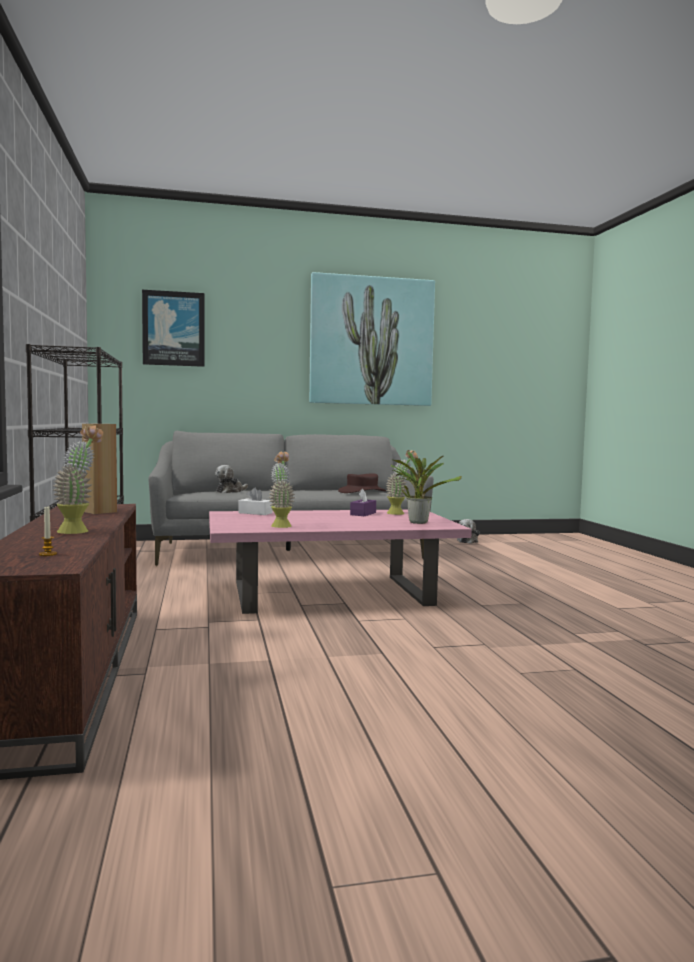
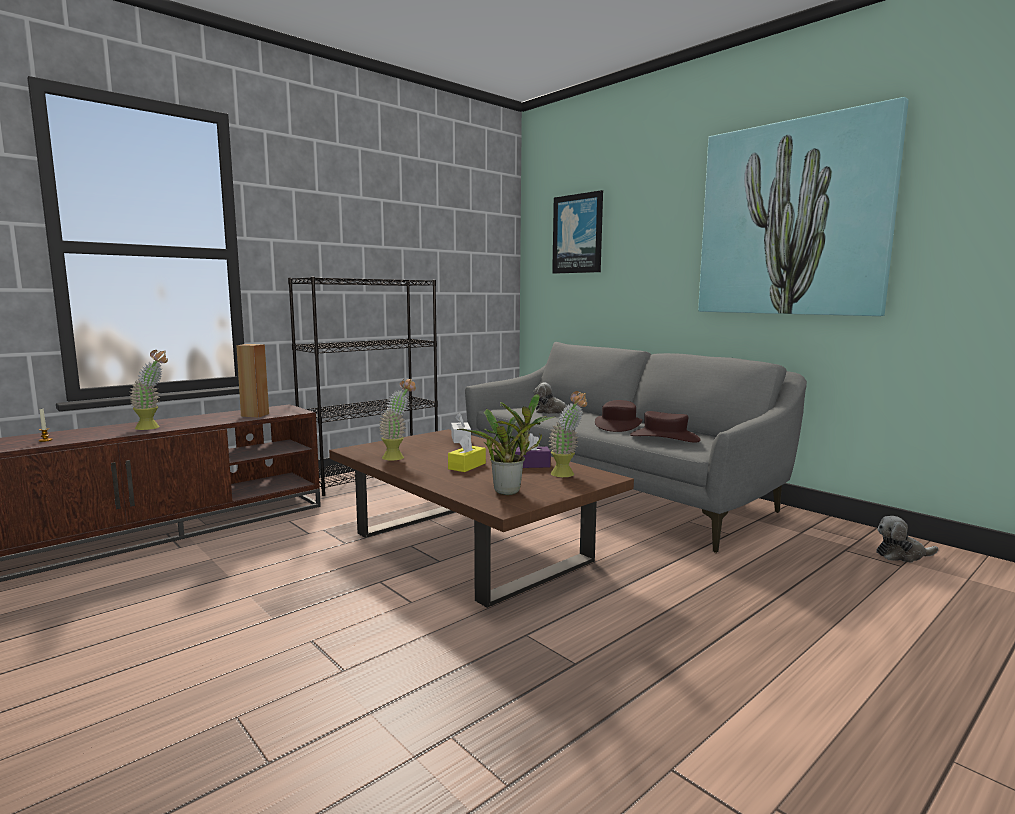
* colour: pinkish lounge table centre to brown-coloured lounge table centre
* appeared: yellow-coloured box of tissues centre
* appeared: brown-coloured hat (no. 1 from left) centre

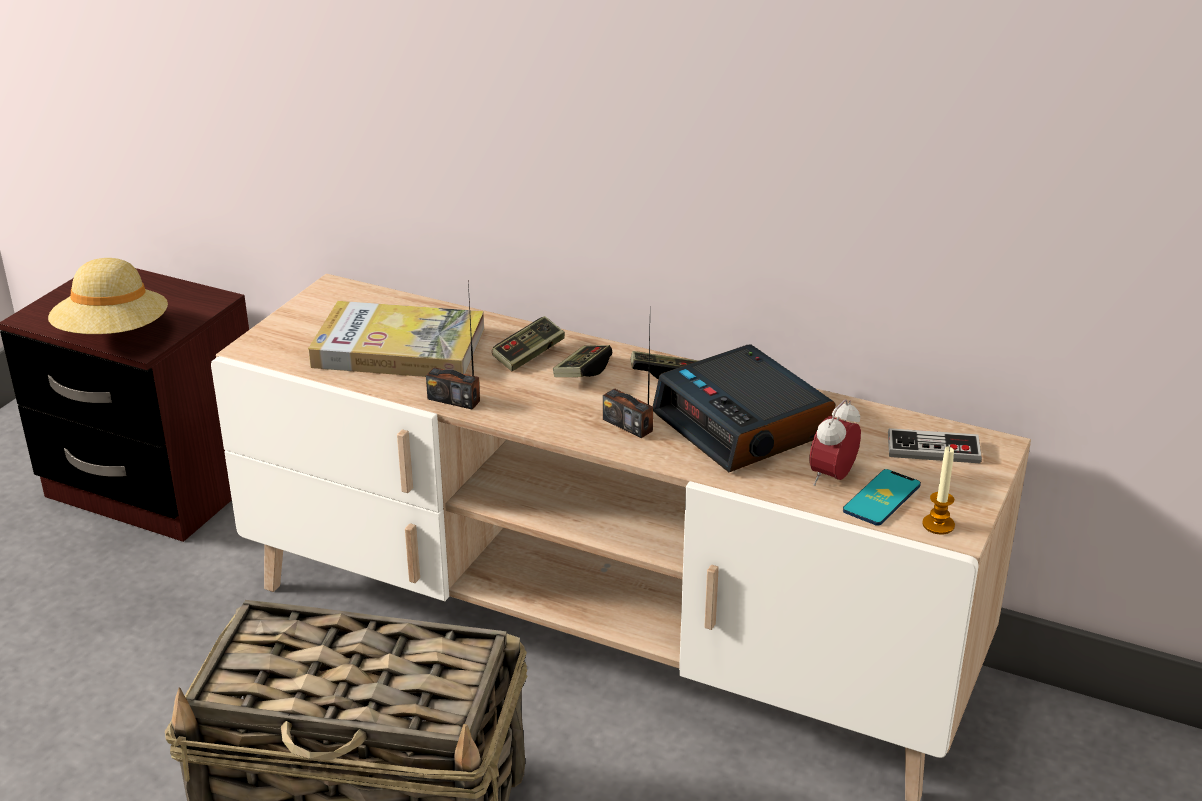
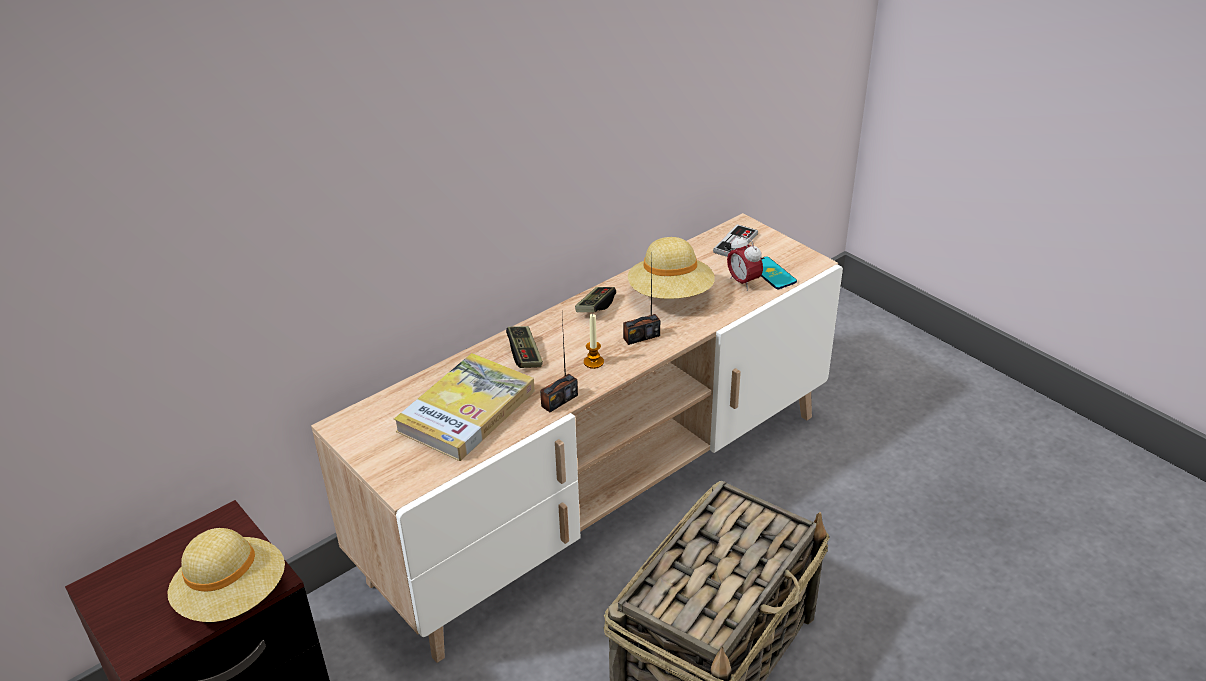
* relocated: candle middle right to centre
* exchanged: alarm clock (no. 1 from left) centre to beige-coloured hat (no. 2 from left) centre
* missing: game controller (no. 2 from left) centre

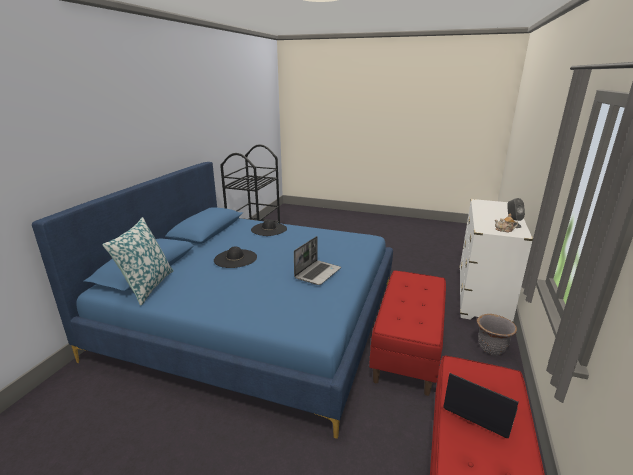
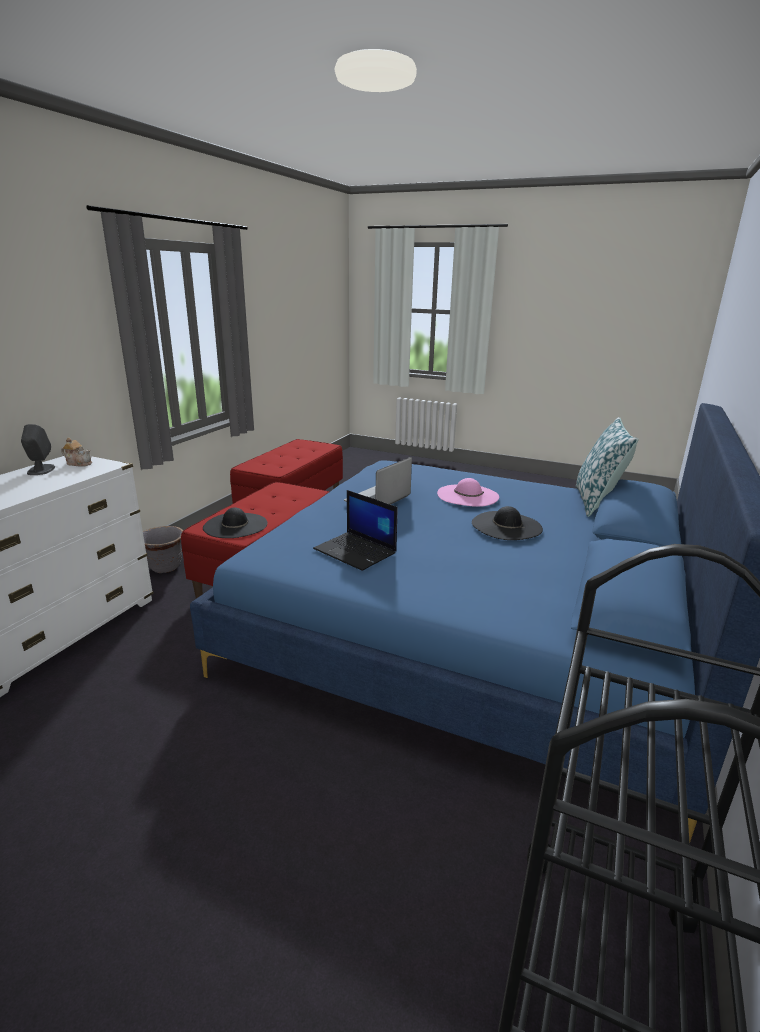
* relocated: black-coloured hat (no. 2 from left in the first image) centre to black-coloured hat (no. 1 from left) middle left
* relocated: notebook computer (no. 2 from left in the first image) bottom right to notebook computer (no. 1 from left) centre
* appeared: pinkish hat centre

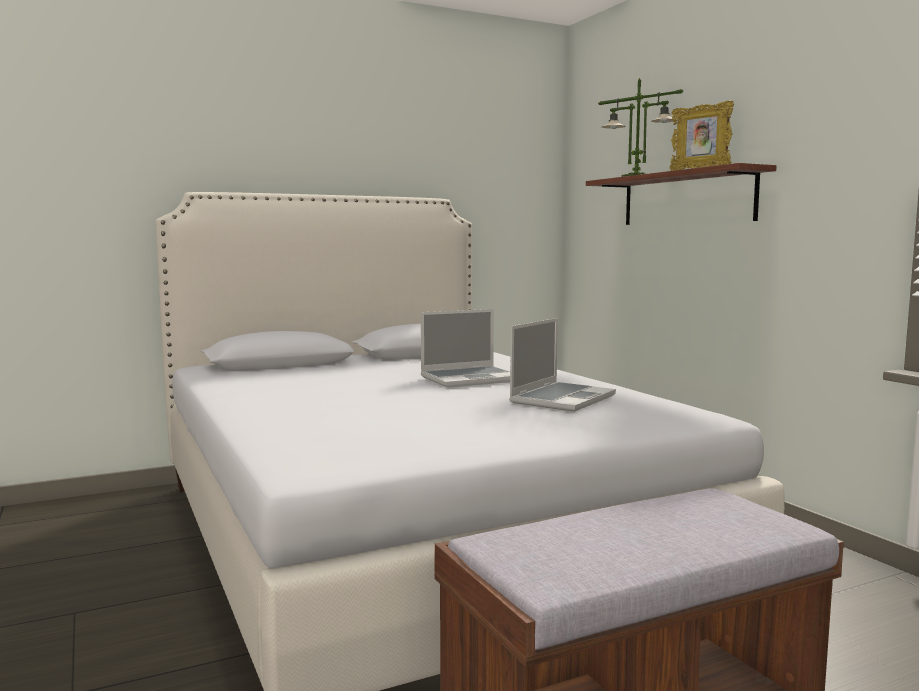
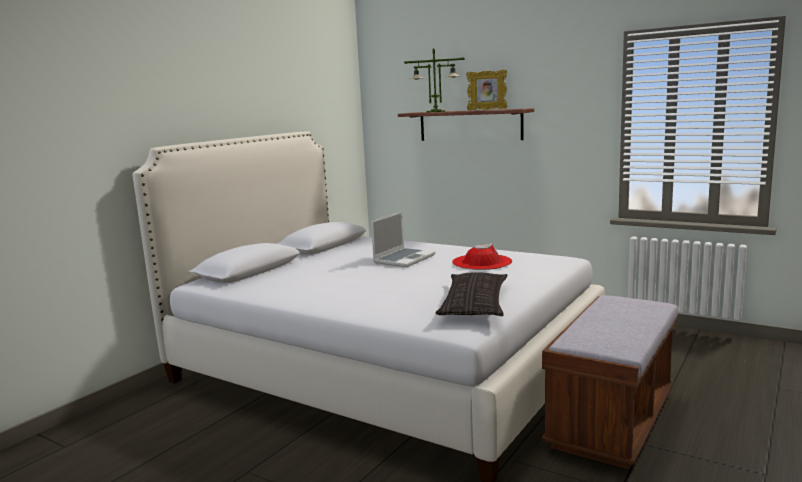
* appeared: cushion centre
* exchanged: notebook computer (no. 2 from left) centre to red-coloured hat centre

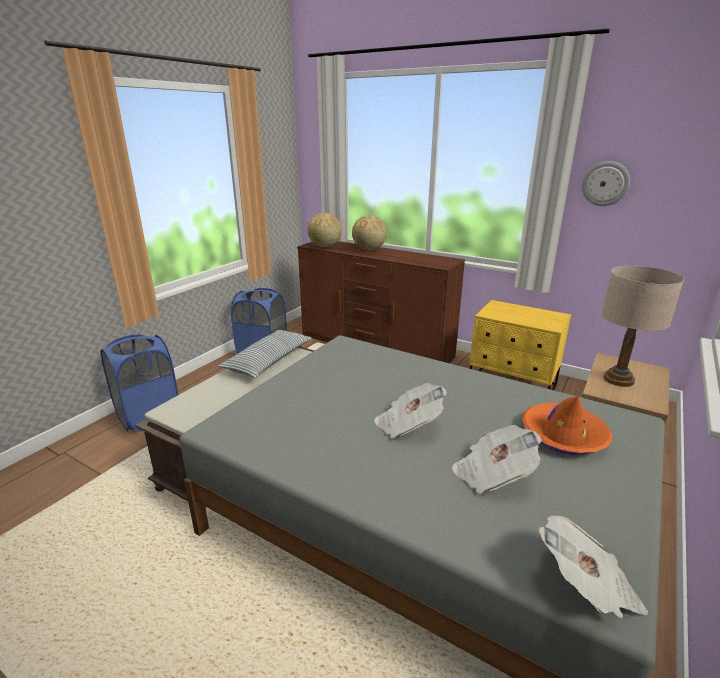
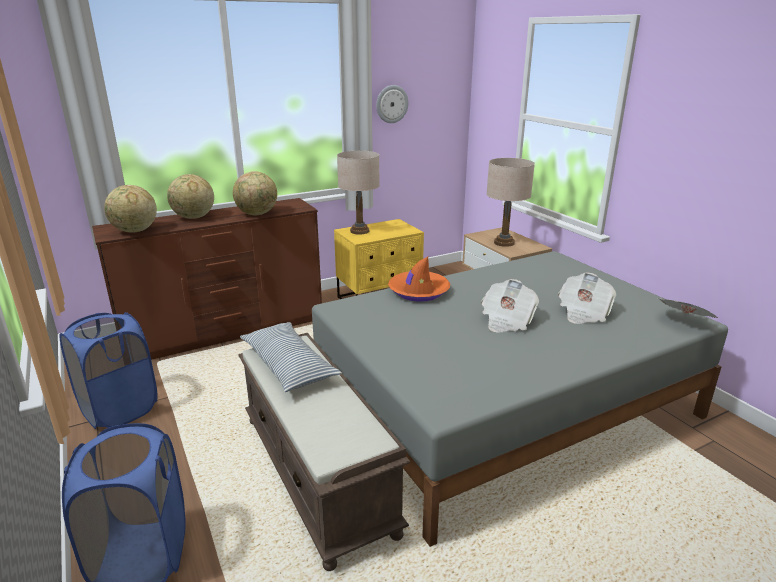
* appeared: world globe (no. 3 from left) top left
* appeared: beige-coloured tabletop lamp (no. 1 from left) top centre
* relocated: orange hat middle right to centre

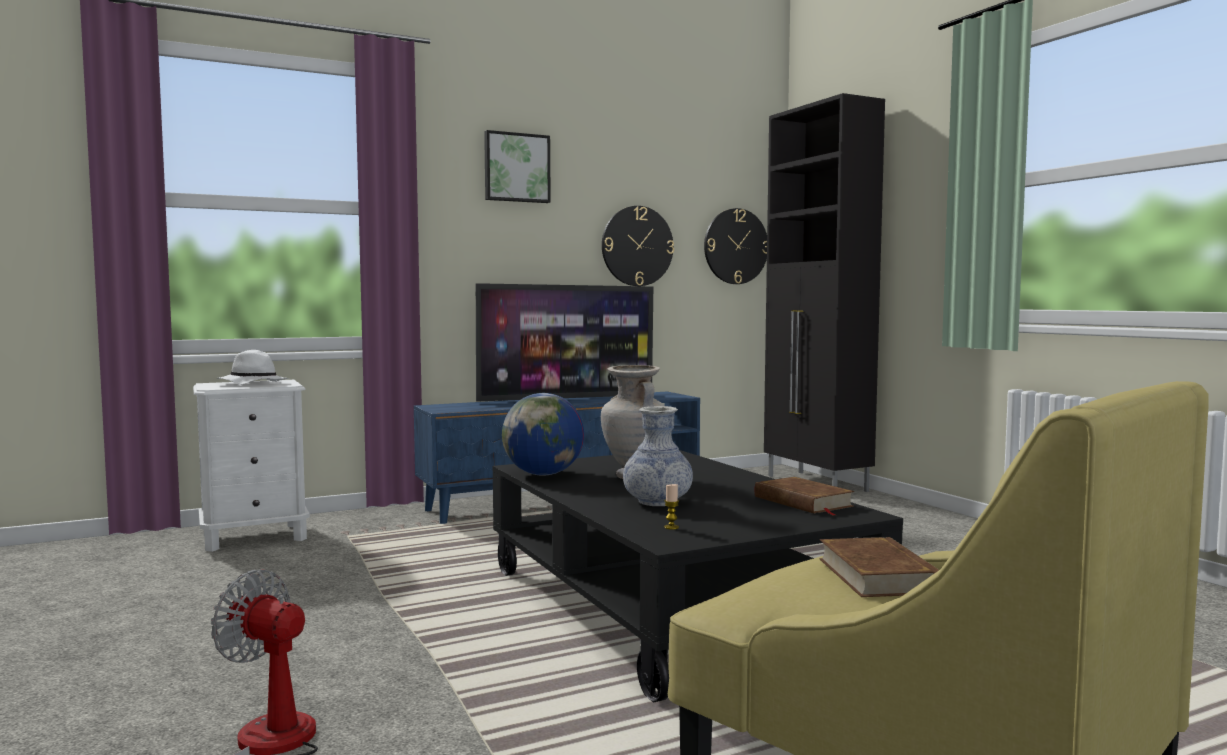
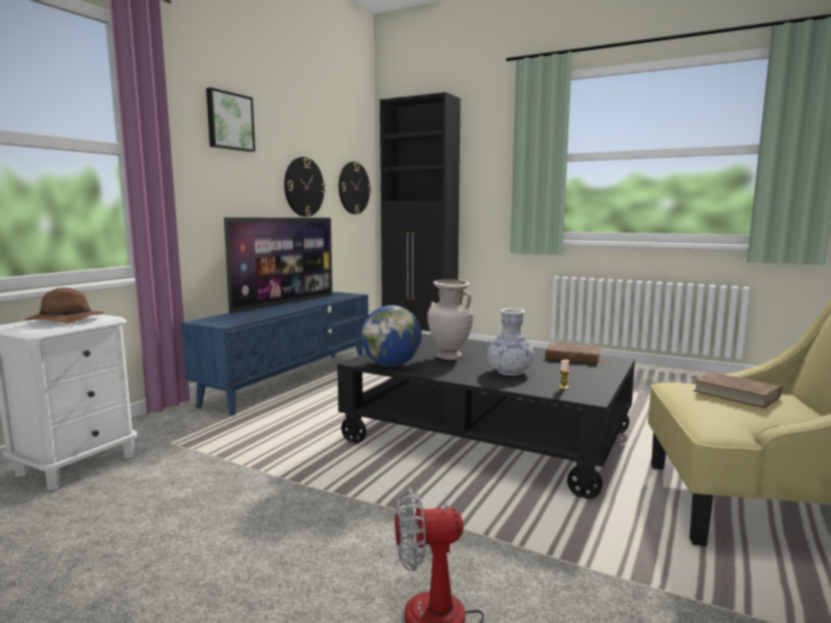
* colour: whitish hat middle left to brown-coloured hat middle left

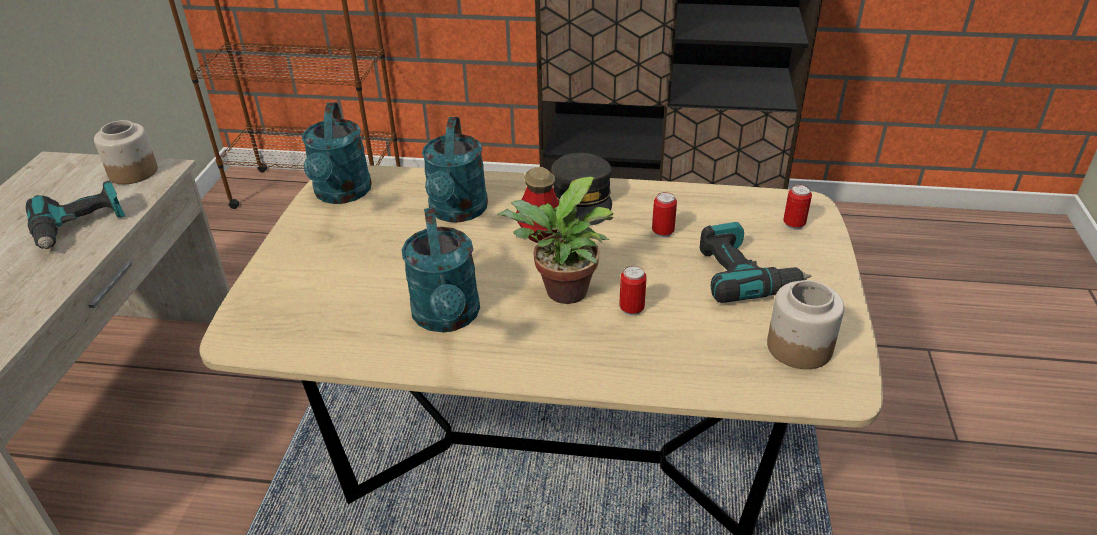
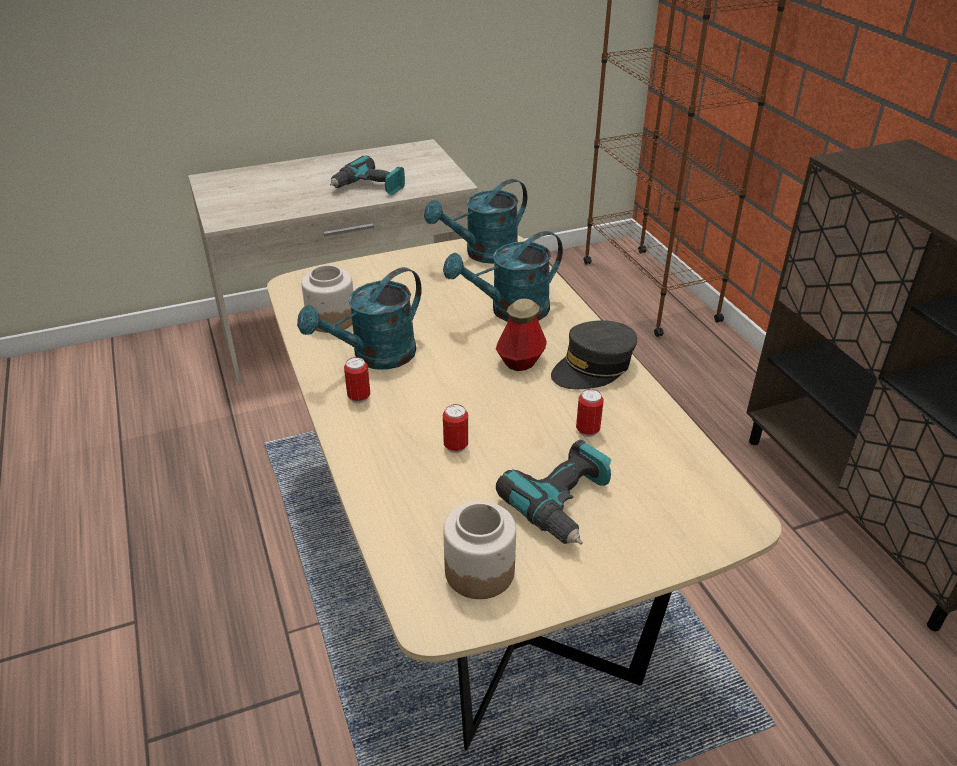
* relocated: storage jar (no. 1 from left) top left to centre
* relocated: metal can (no. 3 from left in the first image) middle right to metal can (no. 1 from left) centre
* missing: houseplant centre

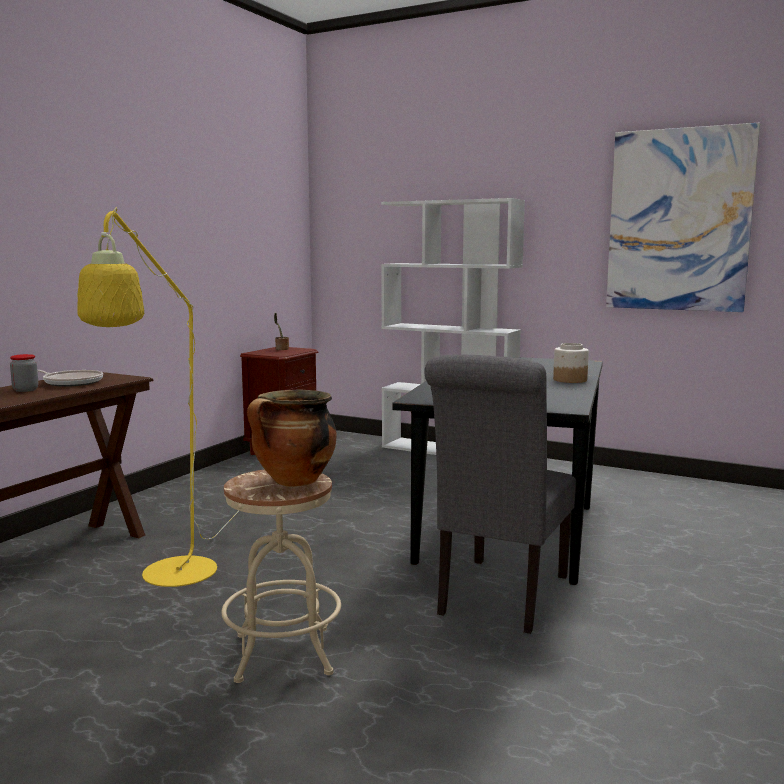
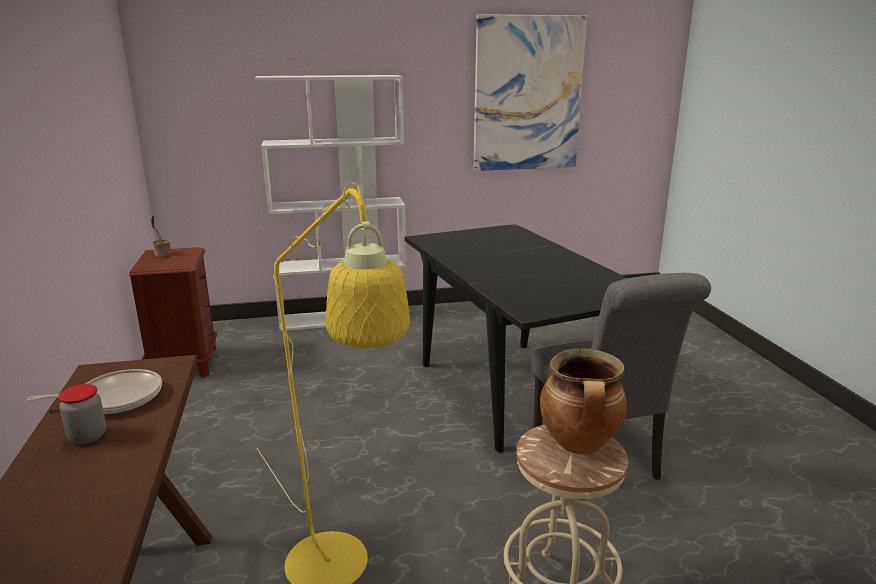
* missing: storage jar (no. 2 from left) middle right

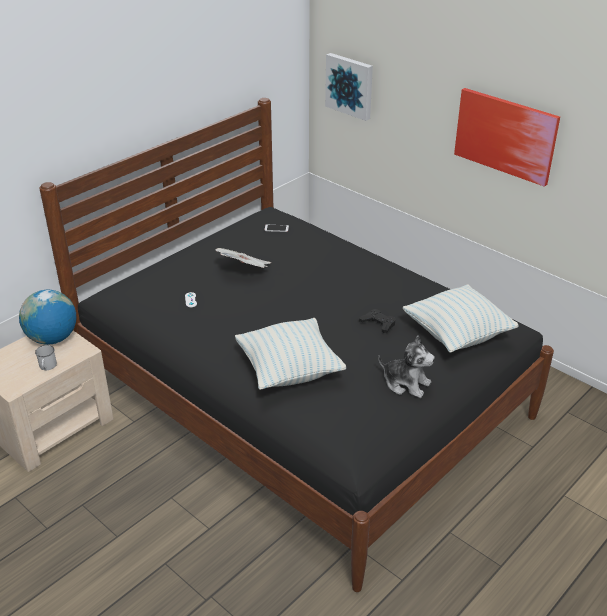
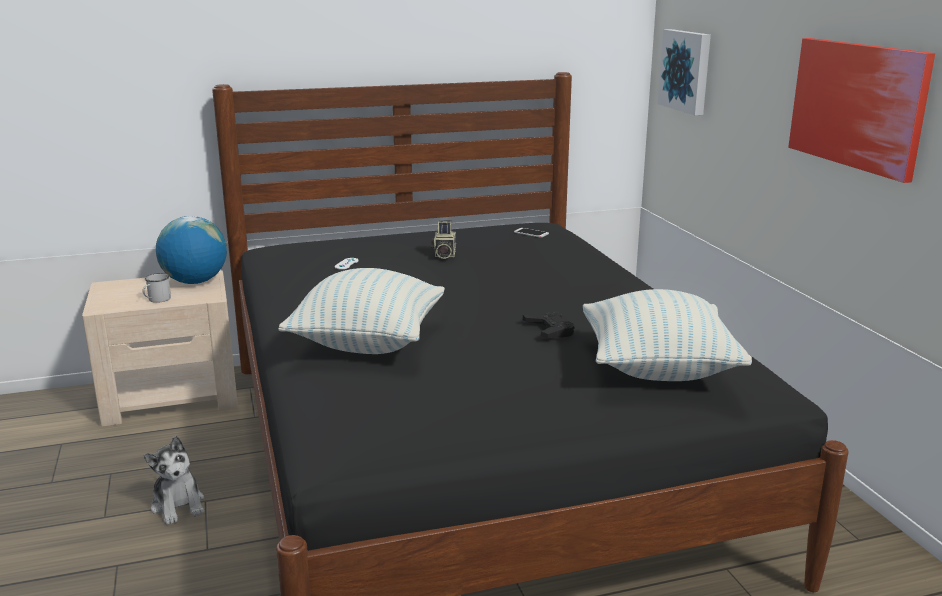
* relocated: plush toy middle right to bottom left
* exchanged: daily paper centre to photo camera centre

